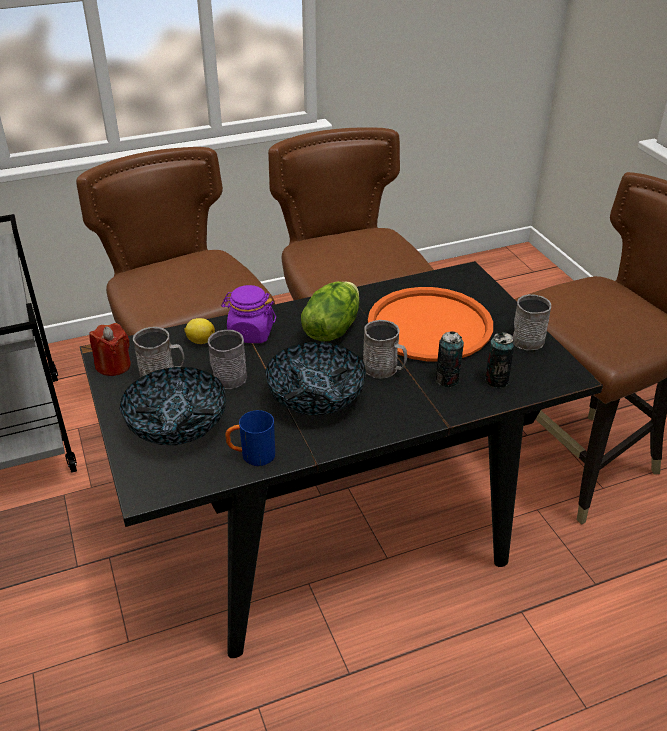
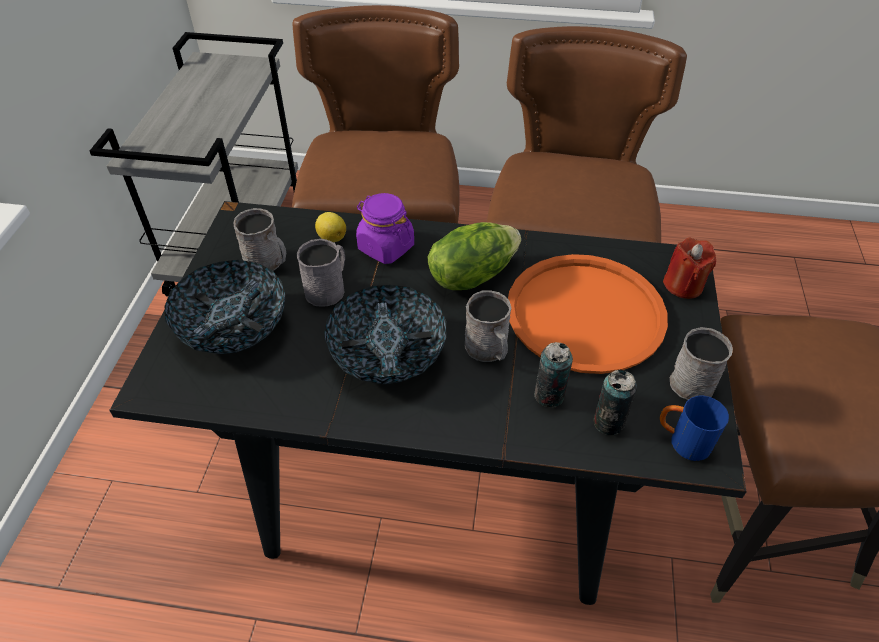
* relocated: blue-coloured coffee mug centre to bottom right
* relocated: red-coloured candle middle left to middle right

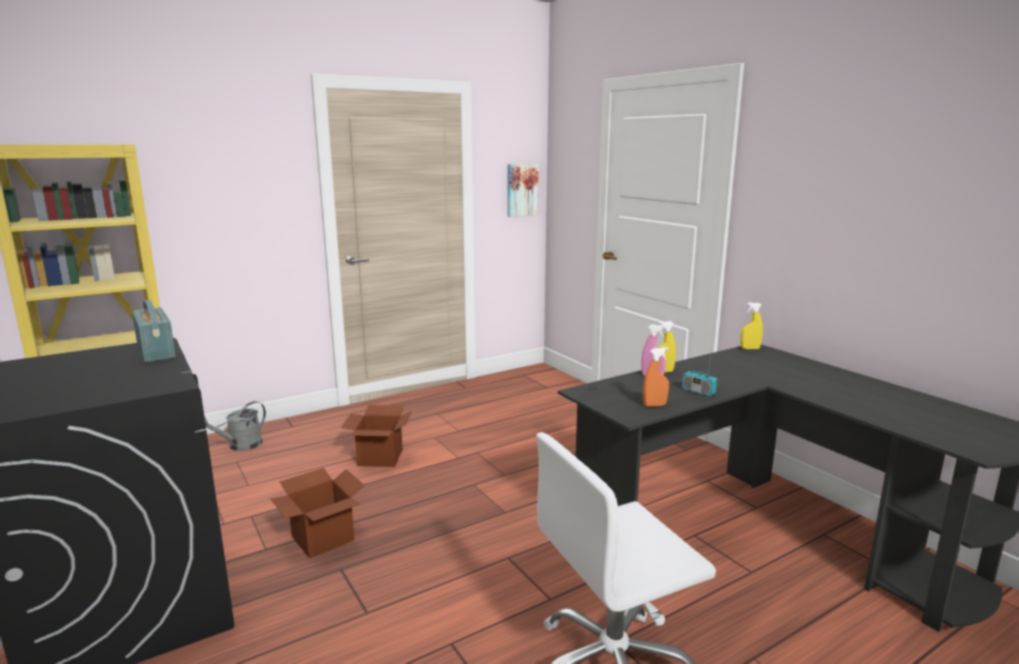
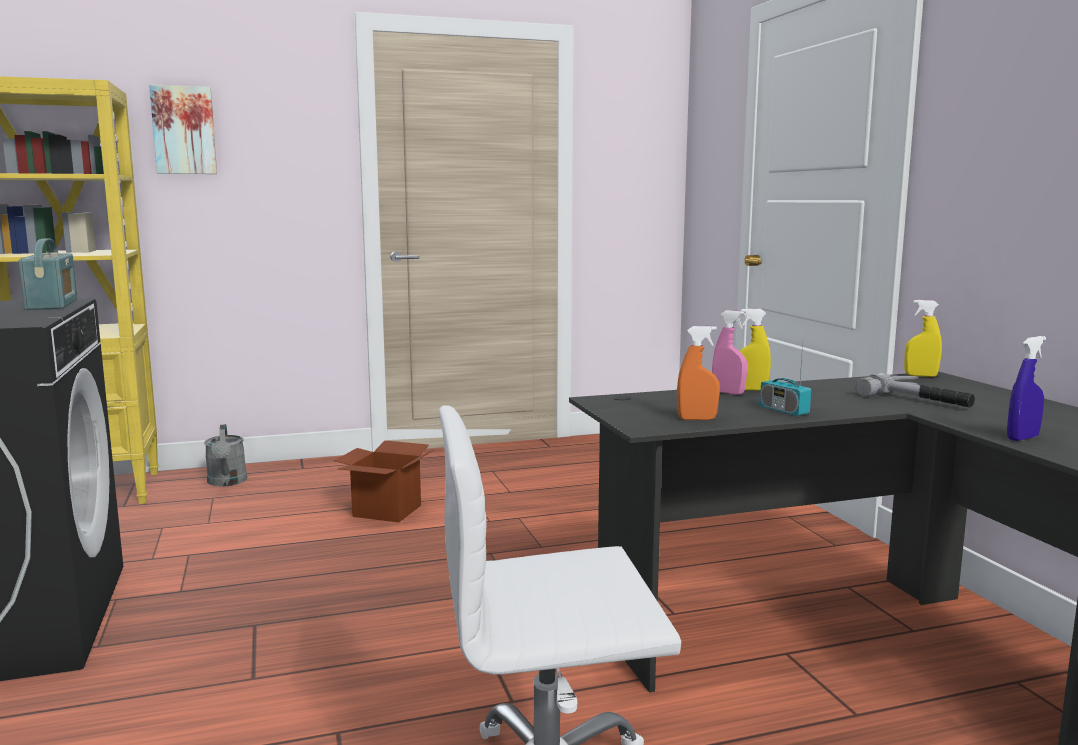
* relocated: wall art top centre to top left
* spun: gray watering can middle left = middle left 75 degrees counterclockwise
* appeared: hammer middle right
* appeared: blue-coloured spray bottle middle right
* missing: cardboard box (no. 1 from left) bottom left

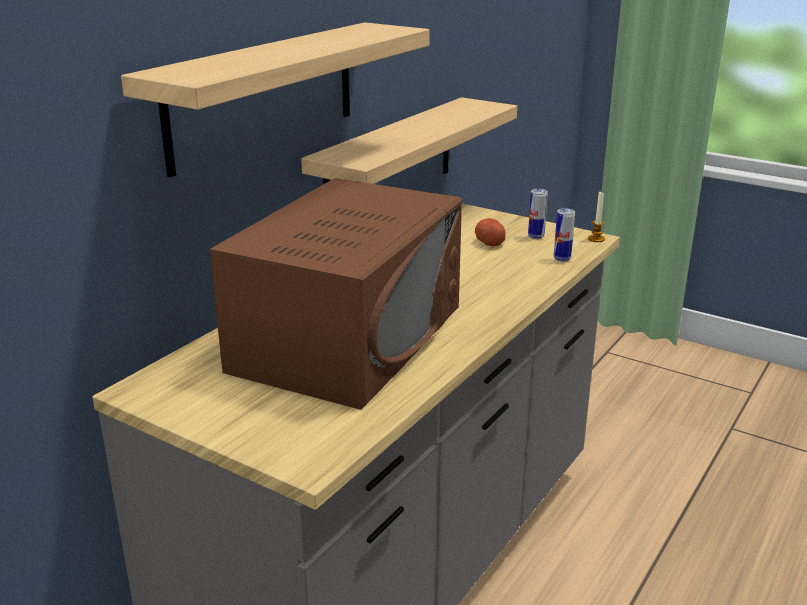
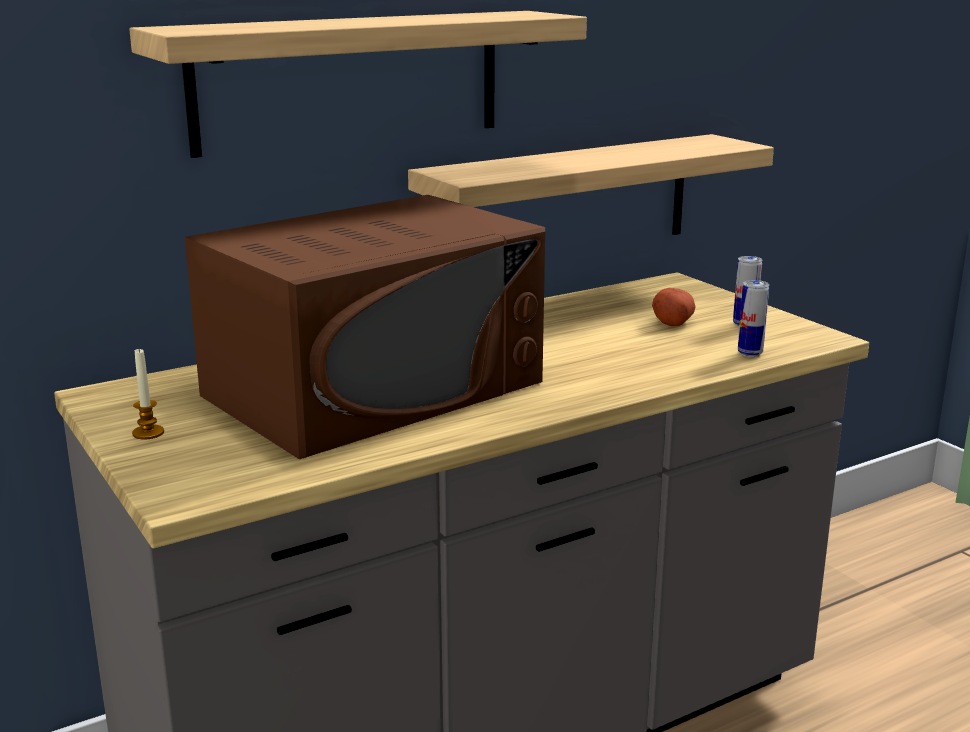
* relocated: candle middle right to middle left

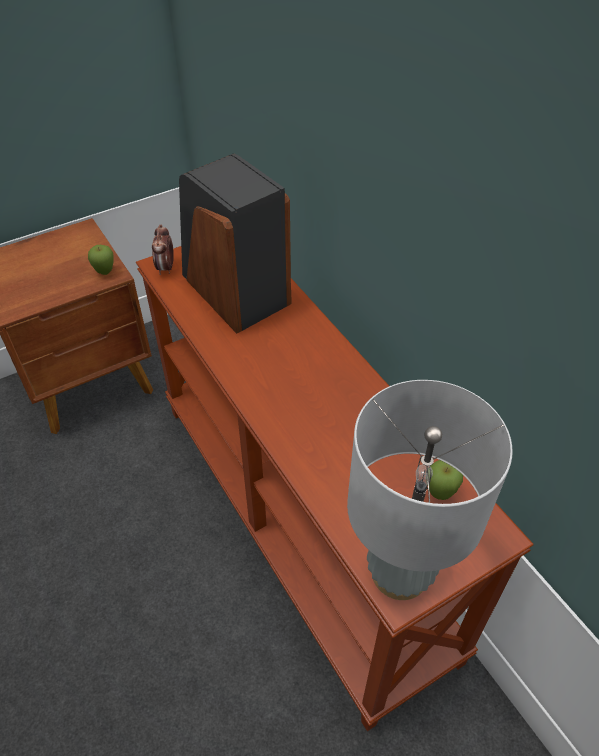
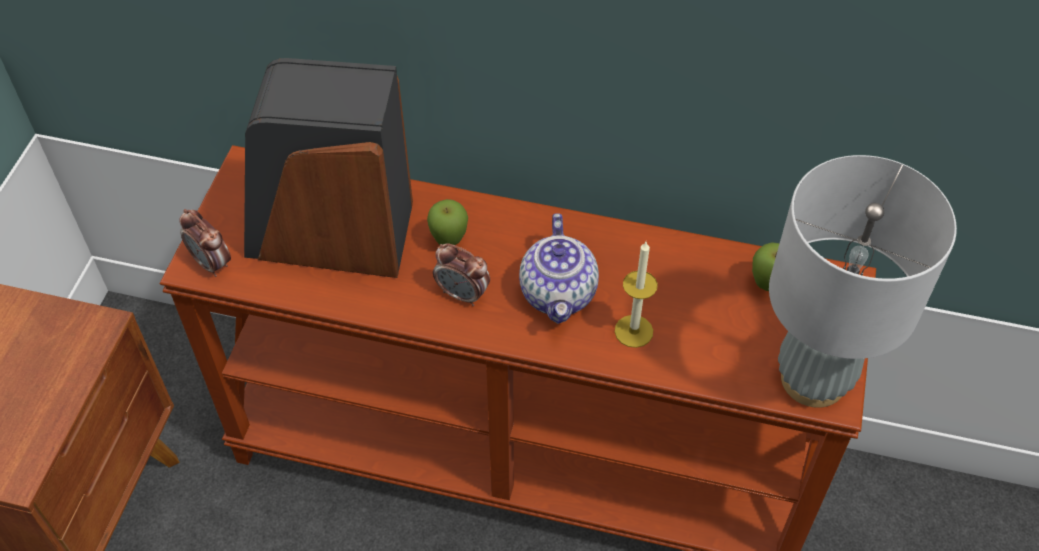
* relocated: apple fruit (no. 1 from left) middle left to centre
* appeared: alarm clock (no. 2 from left) centre
* appeared: pot for tea centre
* appeared: candle centre

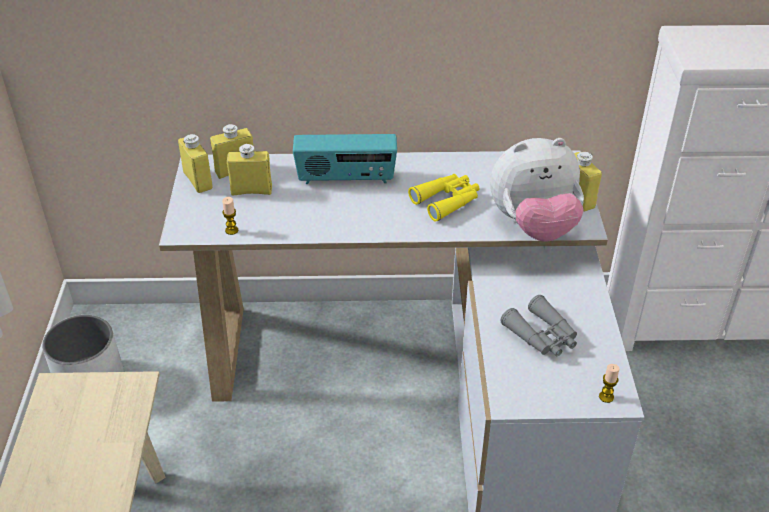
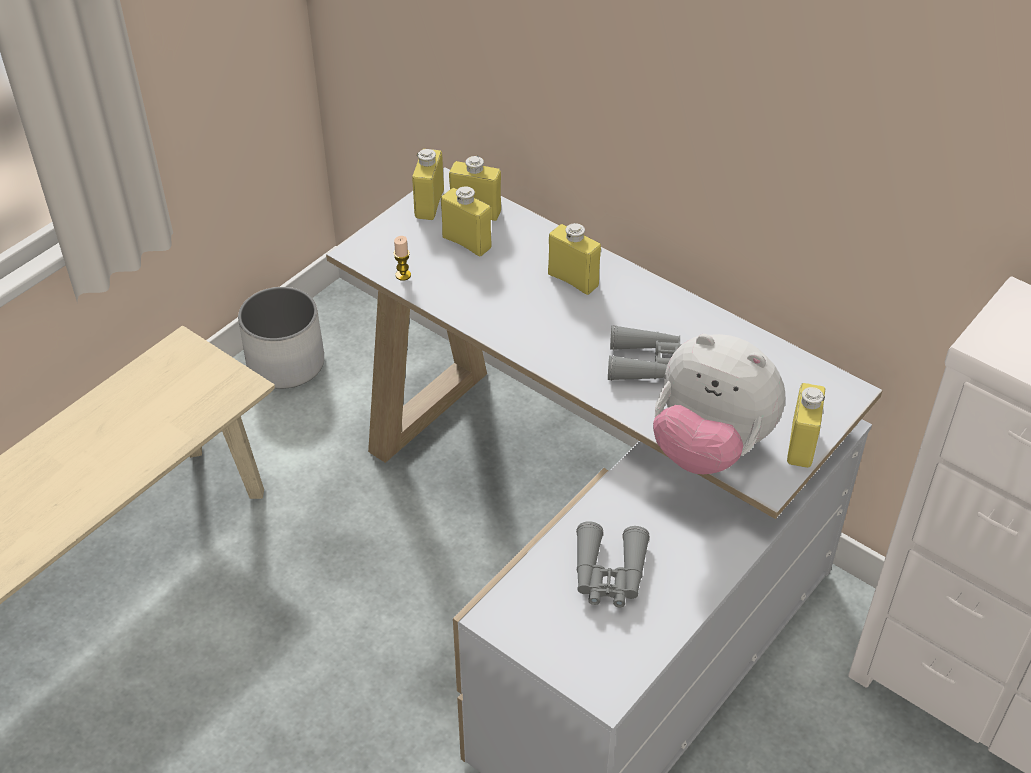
* exchanged: radio top centre to yellow-coloured beverage bottle (no. 4 from left) centre
* colour: yellow-coloured field glasses centre to gray field glasses (no. 2 from left) centre
* missing: candle (no. 2 from left) bottom right

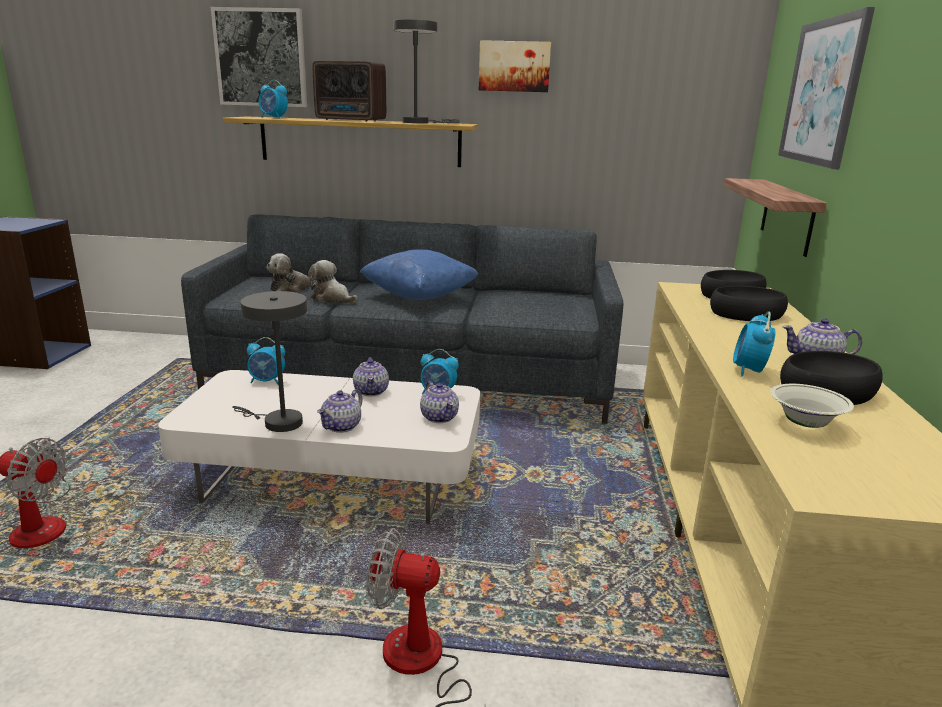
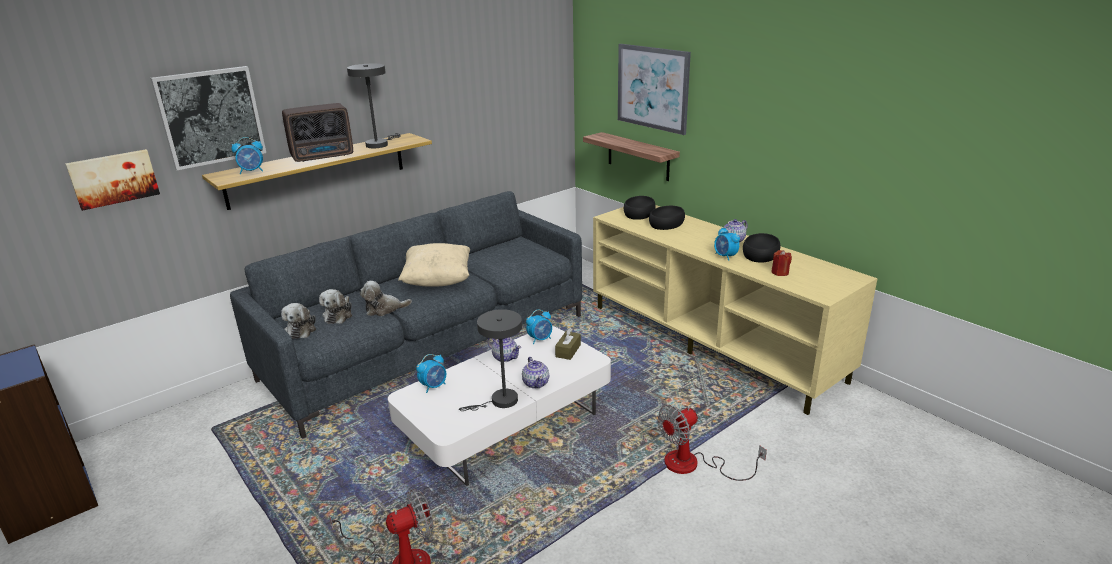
* relocated: wall art (no. 2 from left in the first image) top centre to wall art (no. 1 from left) top left
* appeared: plush toy (no. 1 from left) middle left
* colour: blue-coloured cushion centre to beige-coloured cushion centre
* exchanged: pot for tea (no. 3 from left) centre to brown-coloured box of tissues centre
* exchanged: whitish serving bowl middle right to red-coloured candle middle right

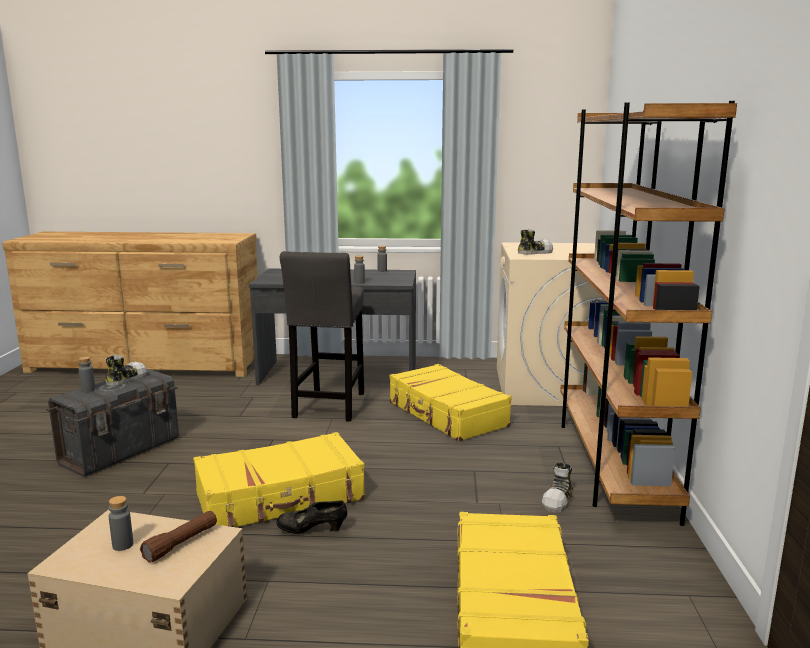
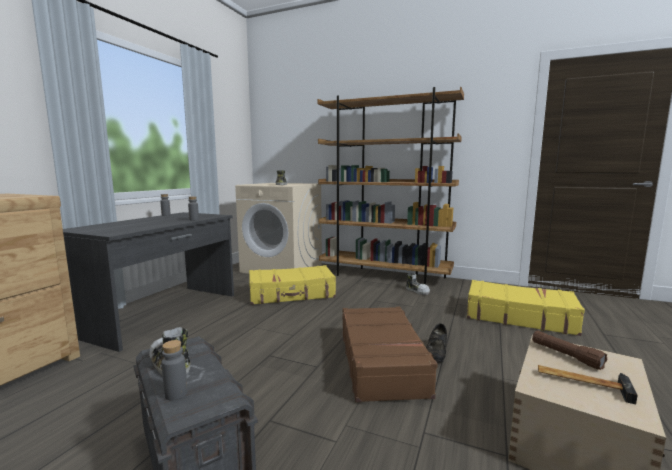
* colour: yellow-coloured travel case (no. 1 from left) bottom centre to brown-coloured travel case bottom centre
* exchanged: gray beverage bottle (no. 2 from left) bottom left to hammer bottom right
* missing: gray sitting stool centre

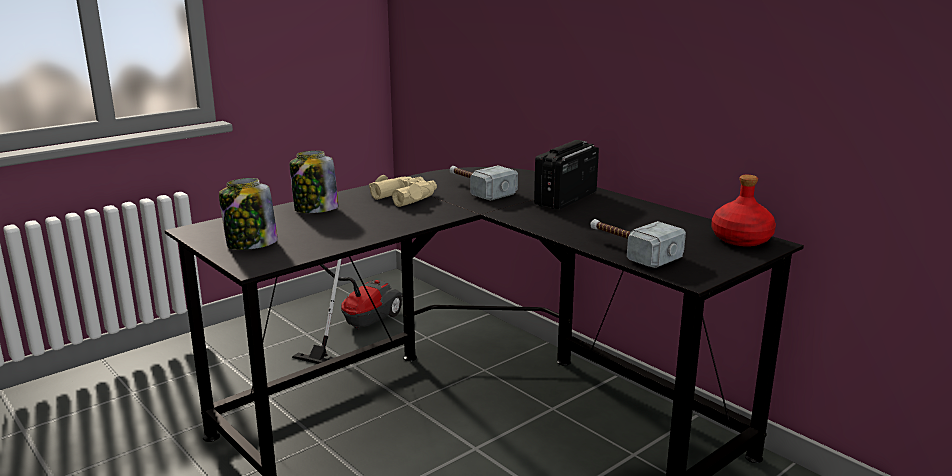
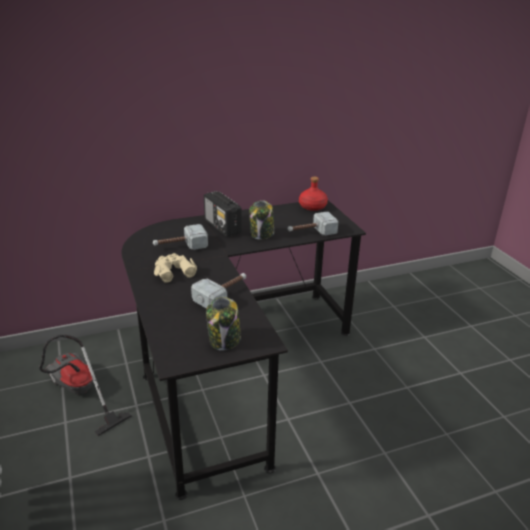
* appeared: hammer (no. 2 from left) centre
* relocated: storage jar (no. 2 from left) middle left to centre

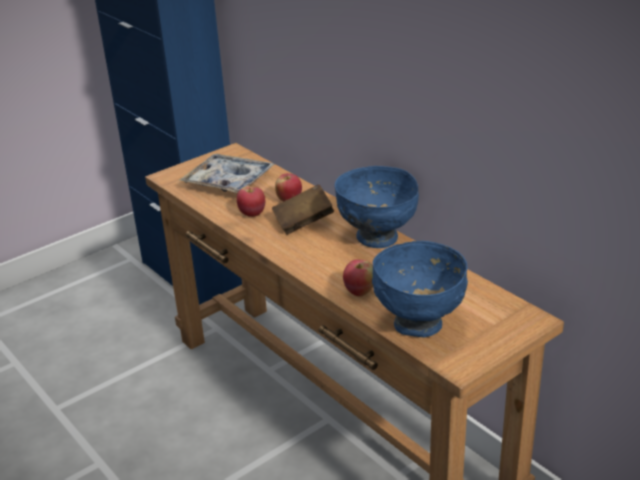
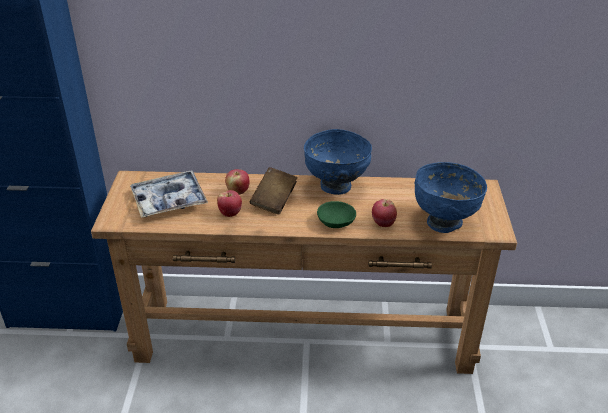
* appeared: green serving bowl centre

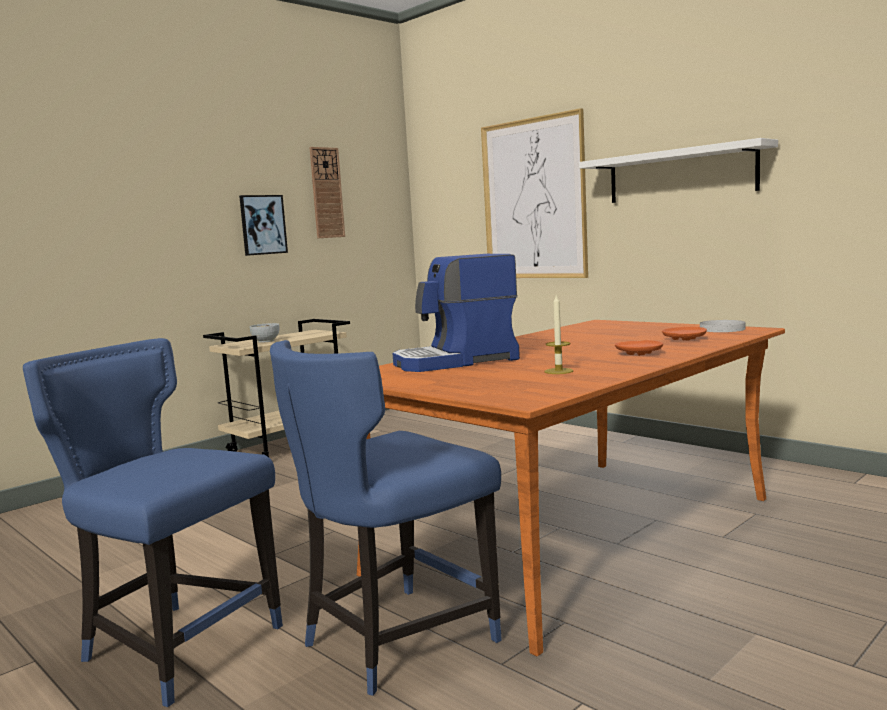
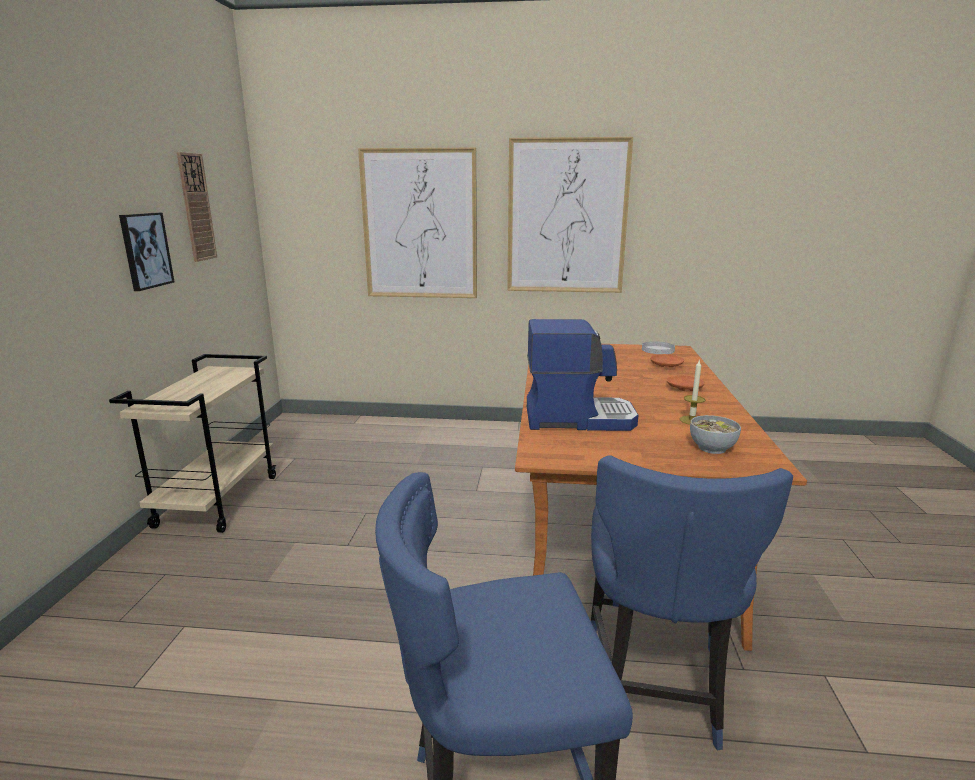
* exchanged: whitish shelf top right to wall art (no. 3 from left) top centre
* spun: coffee maker centre = centre 120 degrees counterclockwise
* relocated: serving bowl middle left to middle right

